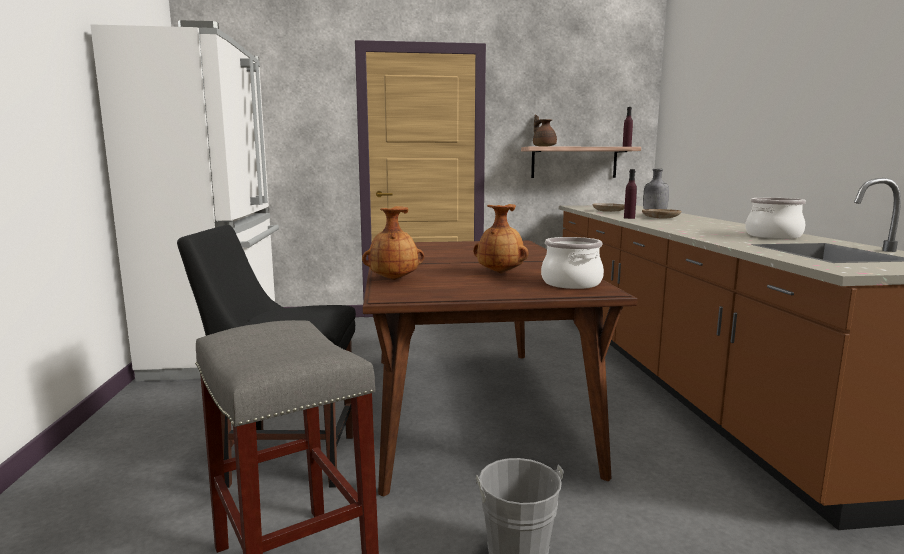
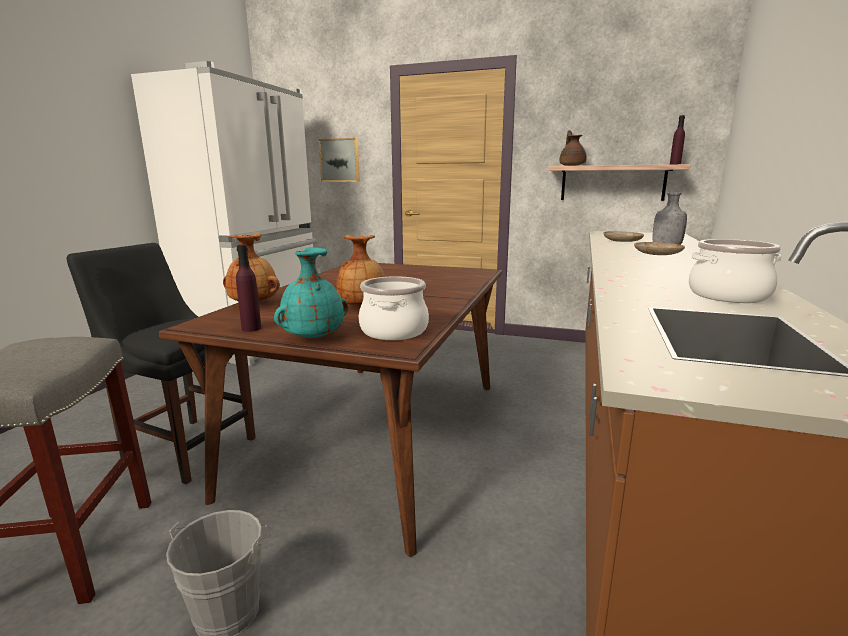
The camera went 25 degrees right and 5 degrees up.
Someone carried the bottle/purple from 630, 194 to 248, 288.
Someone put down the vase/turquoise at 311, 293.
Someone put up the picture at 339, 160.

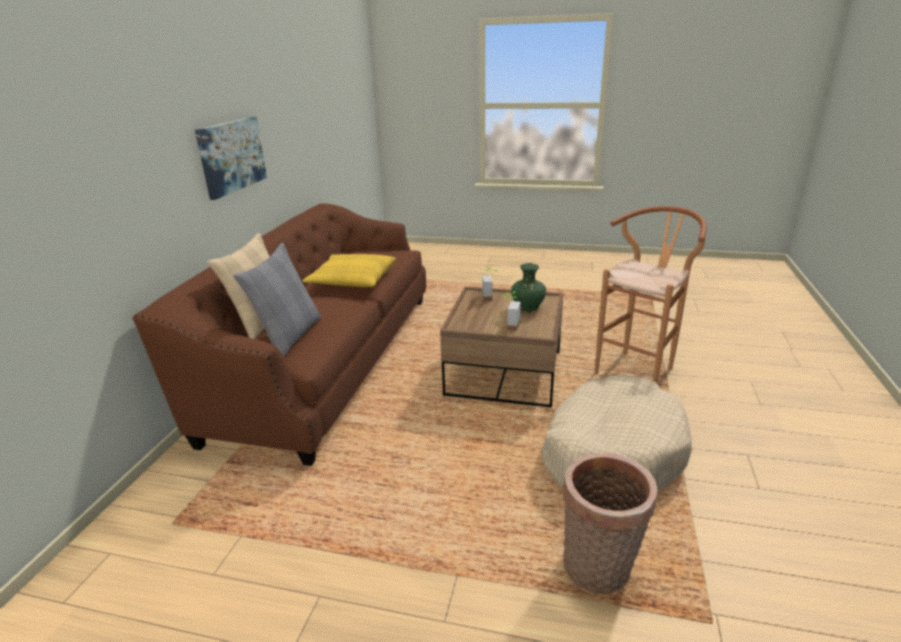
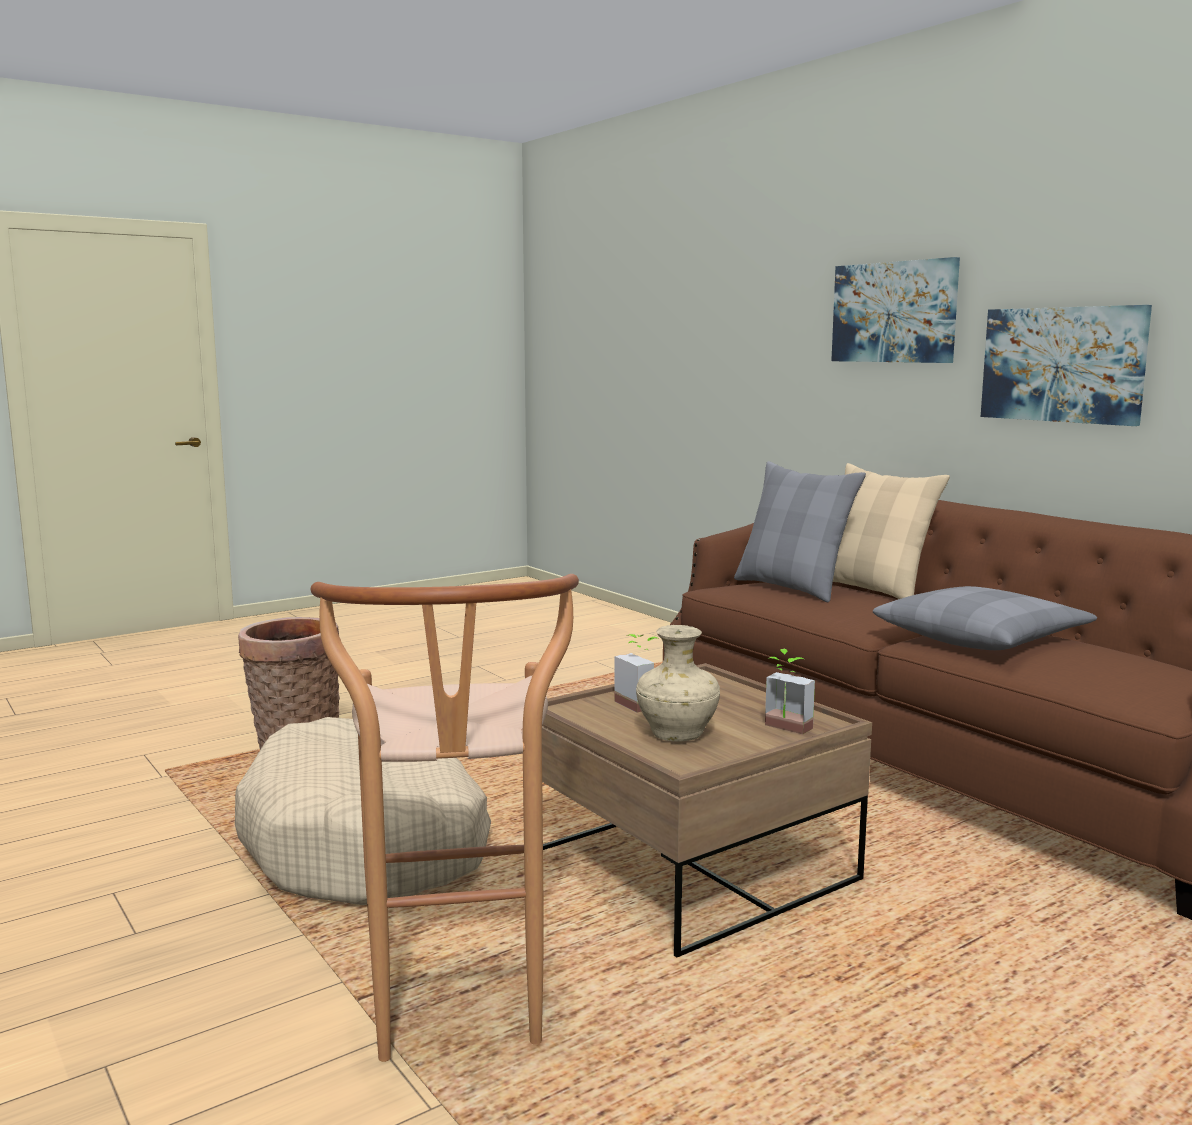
The camera went 130 degrees right and 15 degrees down.
Someone repainted the vase/green at 528, 287, which became the vase/beige at 678, 683.
Someone put up the picture at 895, 310.
Someone repainted the pillow/yellow at 349, 270, which became the pillow/grey at 985, 618.

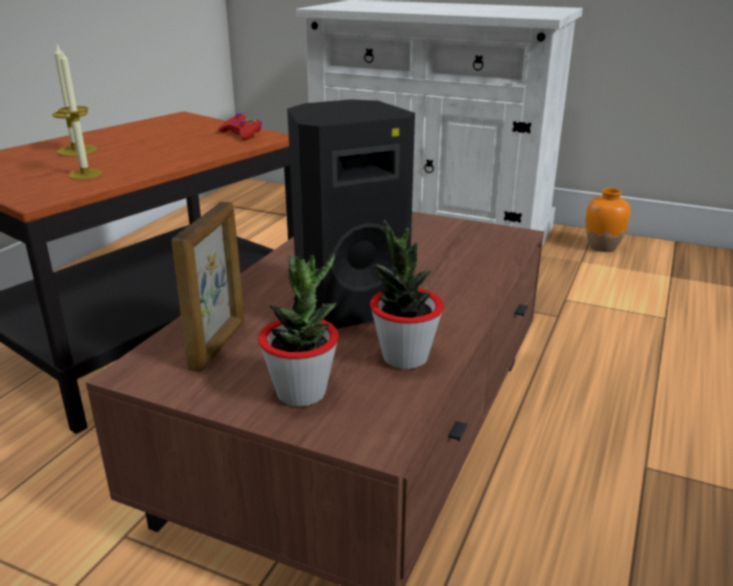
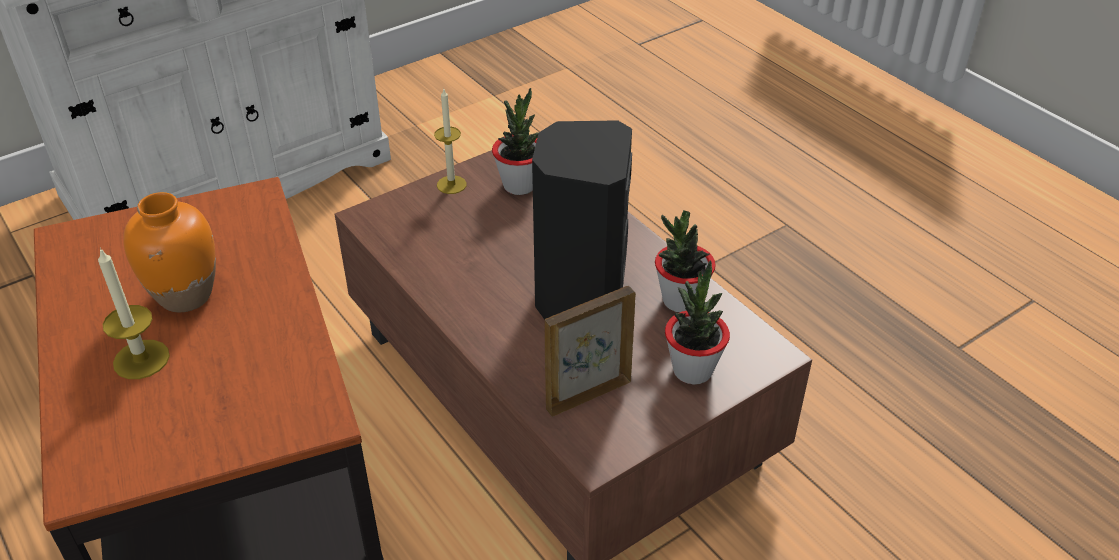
The camera went 60 degrees left and 15 degrees up.
Someone carried the vase/orange from 608, 220 to 169, 252.
Someone carried the candle from 80, 115 to 450, 141.
Someone put down the potted plant at 515, 141.
Someone rotated the picture frame at 207, 287 by 75 degrees counterclockwise.
Someone took away the game controller/red at 240, 126.

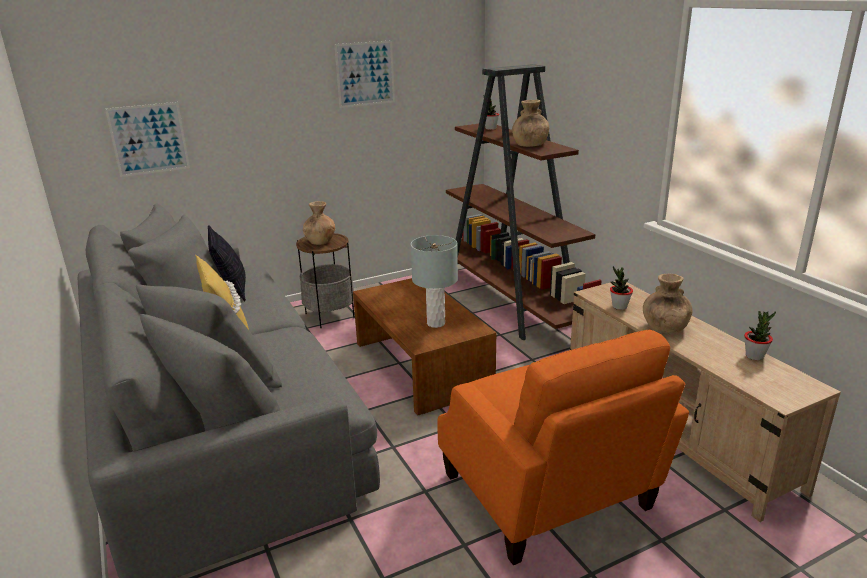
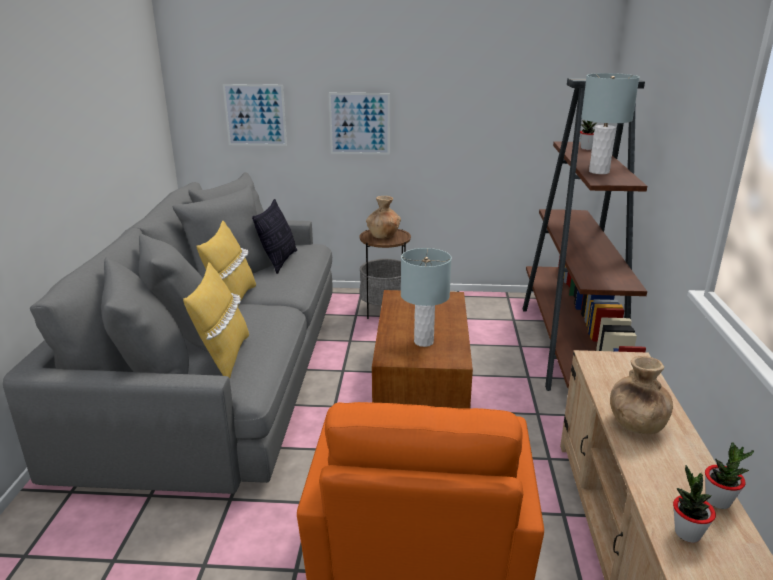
The camera went 30 degrees right and 0 degrees up.
Someone put down the pillow/yellow at 216, 320.
Someone carried the picture from 364, 74 to 359, 124.
Someone swapped the vase/brown at 530, 123 for the table lamp/grey at 610, 123.
Someone carried the potted plant from 621, 288 to 694, 504.

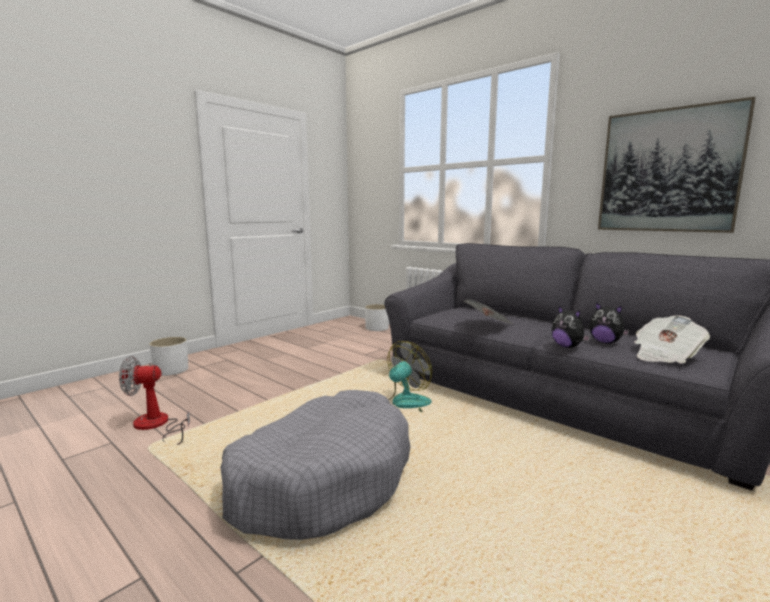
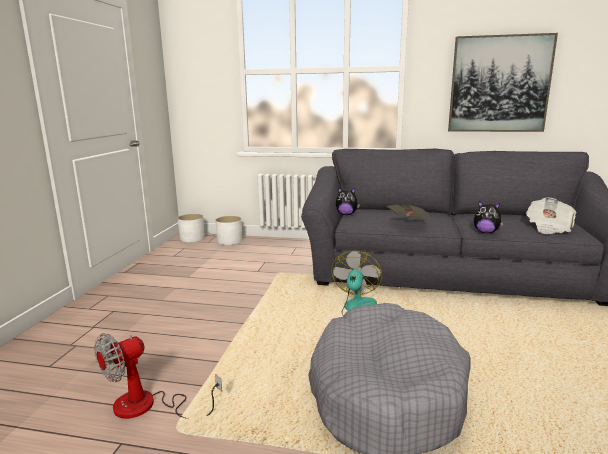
The camera went 30 degrees left and 5 degrees up.
Someone carried the planter/white from 168, 356 to 191, 228.
Someone carried the plush toy from 609, 322 to 348, 201.

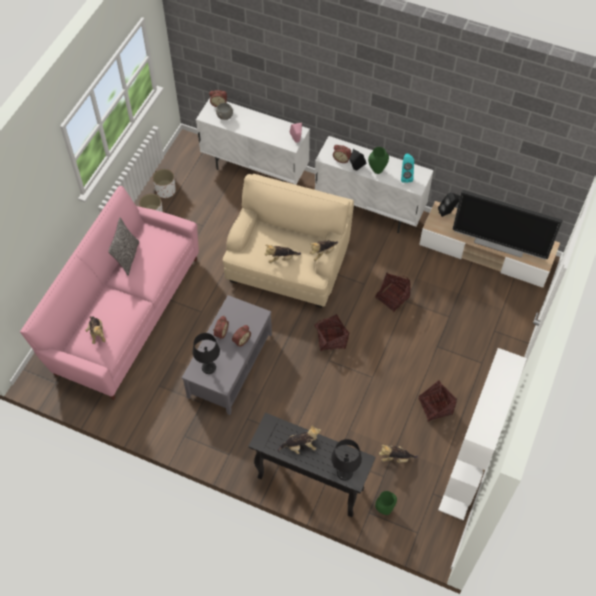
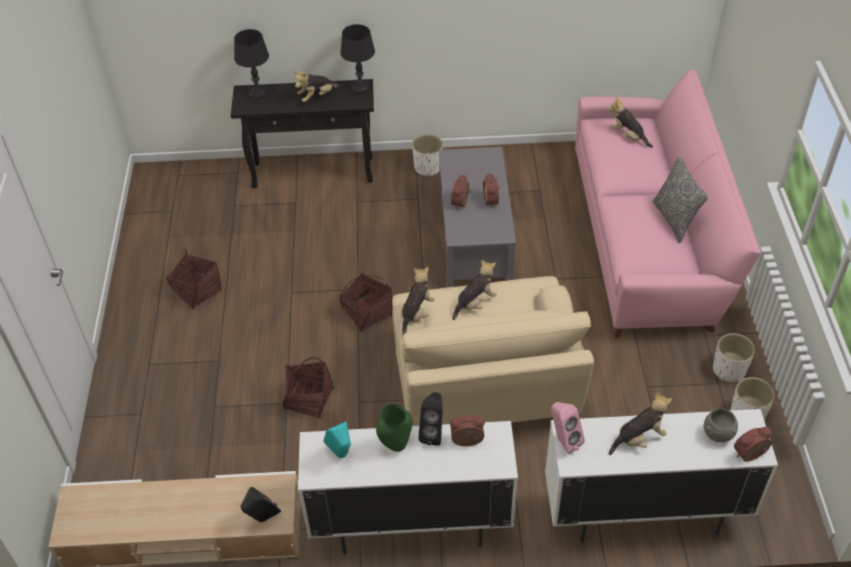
The camera went 155 degrees right and 10 degrees down.
Someone carried the table lamp/black from 206, 353 to 357, 58.
Someone put down the planter/white at 427, 155.
Someone carried the plush toy from 398, 454 to 640, 423.
Someone took away the vase/green at 386, 503.
Someone took away the bookcase/white at 482, 434.
Someone took away the television at 508, 224.

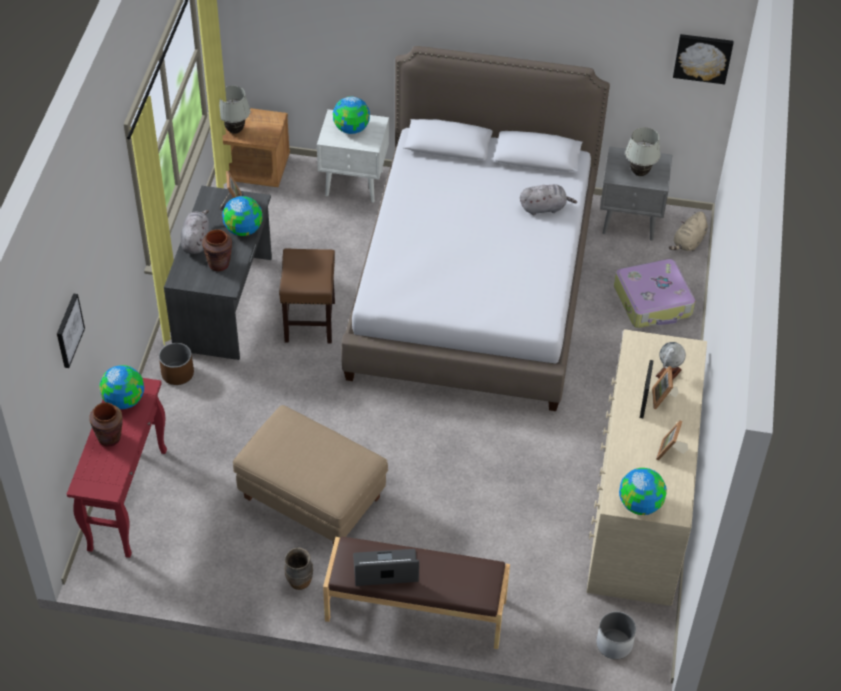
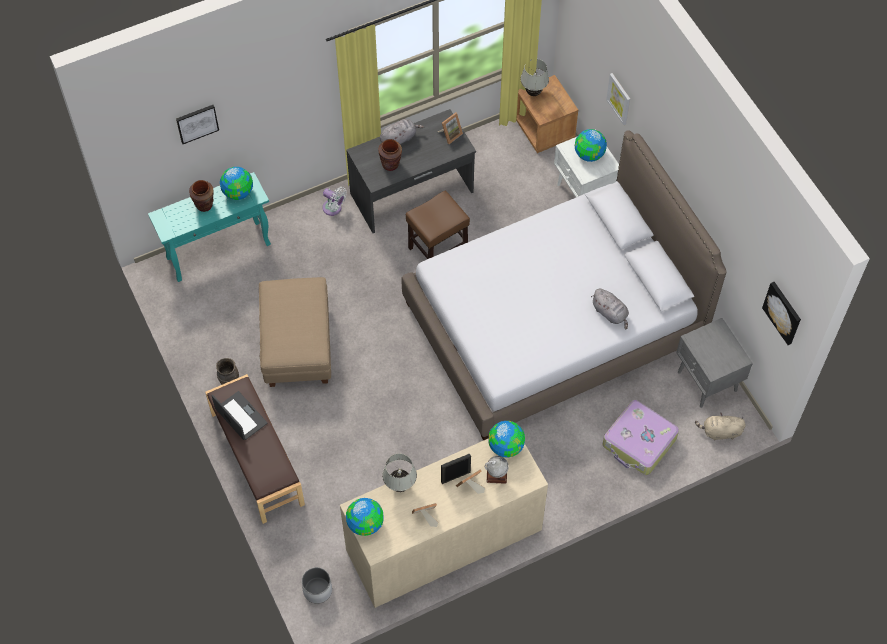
The camera went 55 degrees right and 10 degrees up.
Someone repainted the console table/red at 117, 468, which became the console table/turquoise at 209, 227.
Someone swapped the planter/brown at 176, 364 for the fan/white at 334, 201.
Someone carried the table lamp/white from 642, 151 to 399, 473.
Someone carried the globe from 242, 216 to 506, 439.
Someone put up the picture at 618, 99.

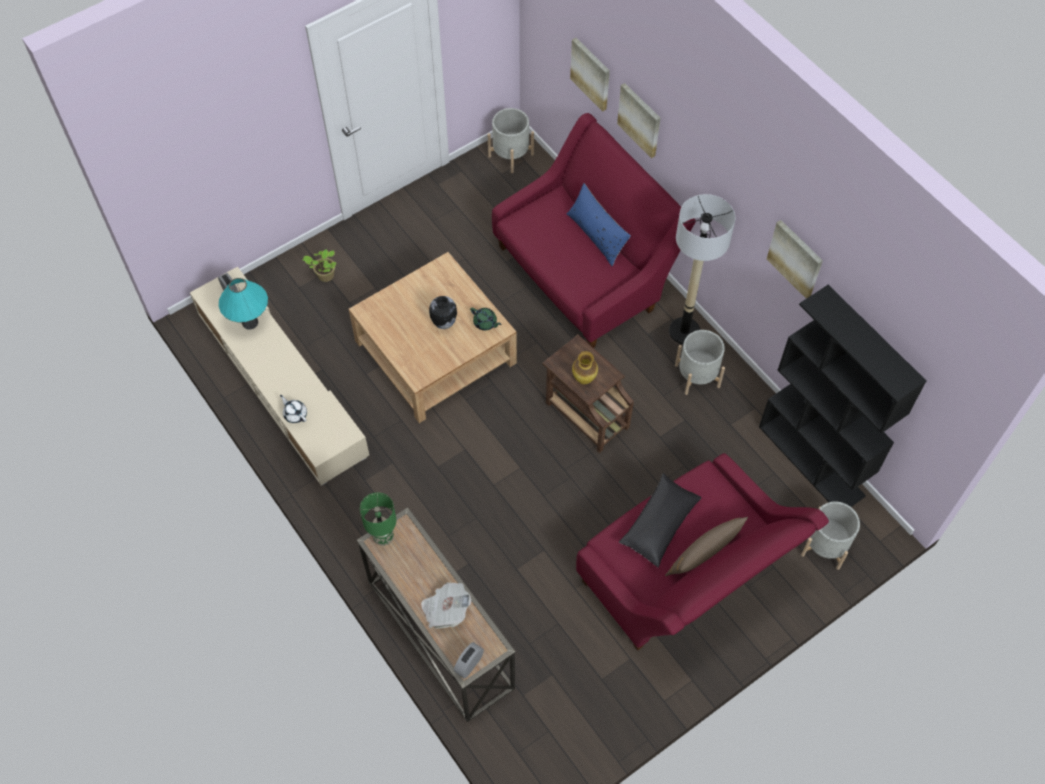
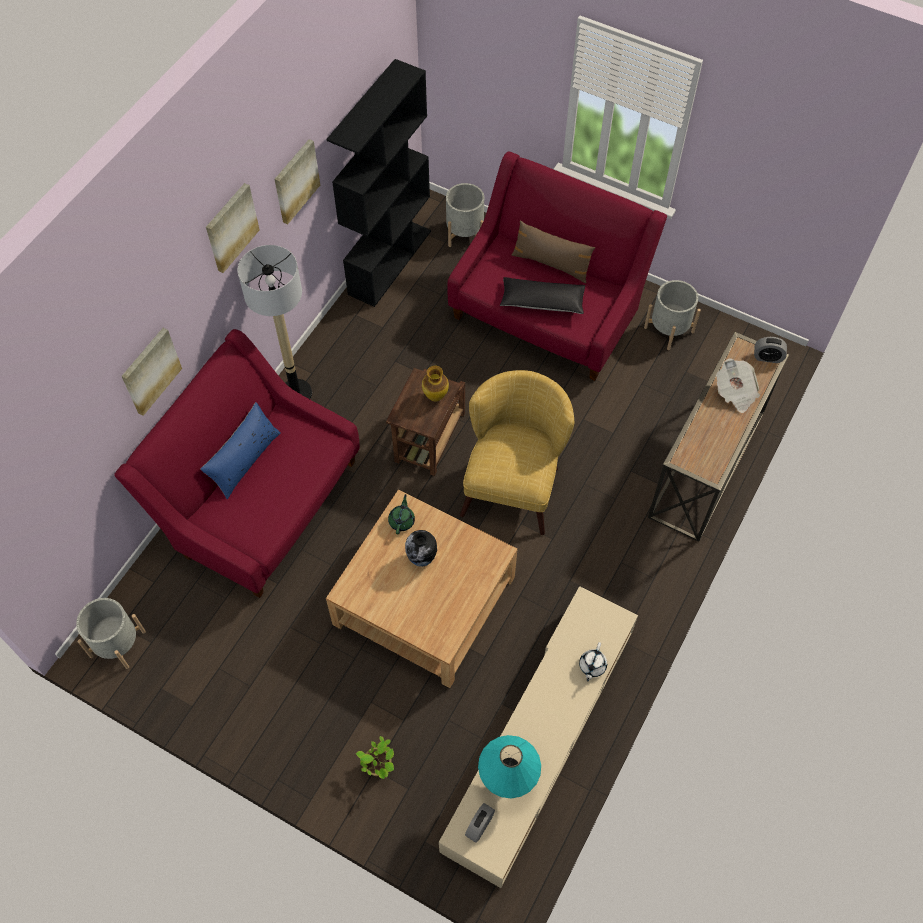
The camera went 115 degrees left and 0 degrees up.
Someone carried the picture from 590, 74 to 233, 228.
Someone put down the armchair/yellow at 517, 452.
Someone carried the planter/grey from 700, 362 to 672, 315.
Someone took away the table lamp/green at 378, 519.

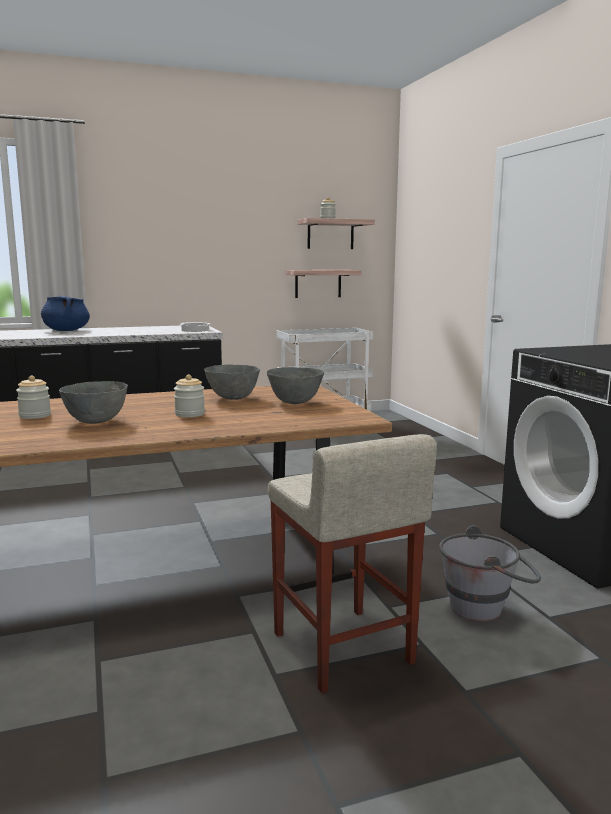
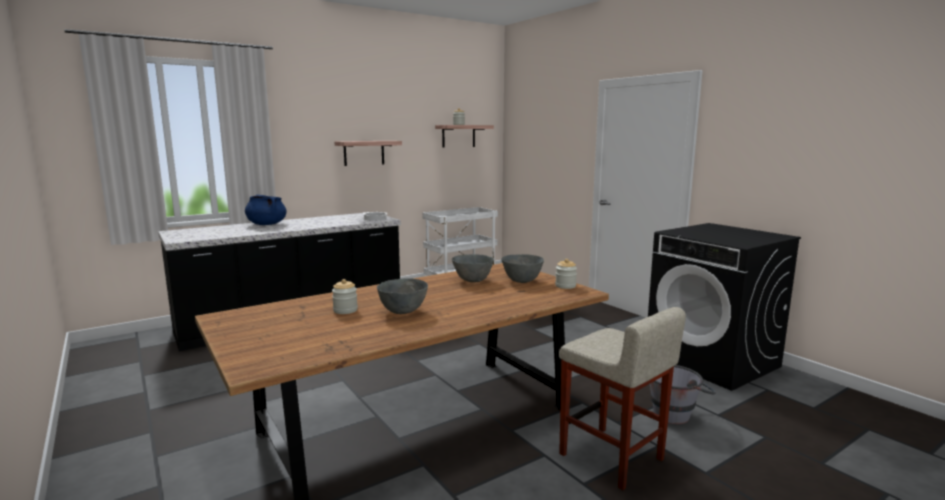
The camera went 15 degrees left and 0 degrees up.
Someone carried the shelf from 323, 284 to 368, 153.
Someone carried the jar from 189, 396 to 566, 274.

